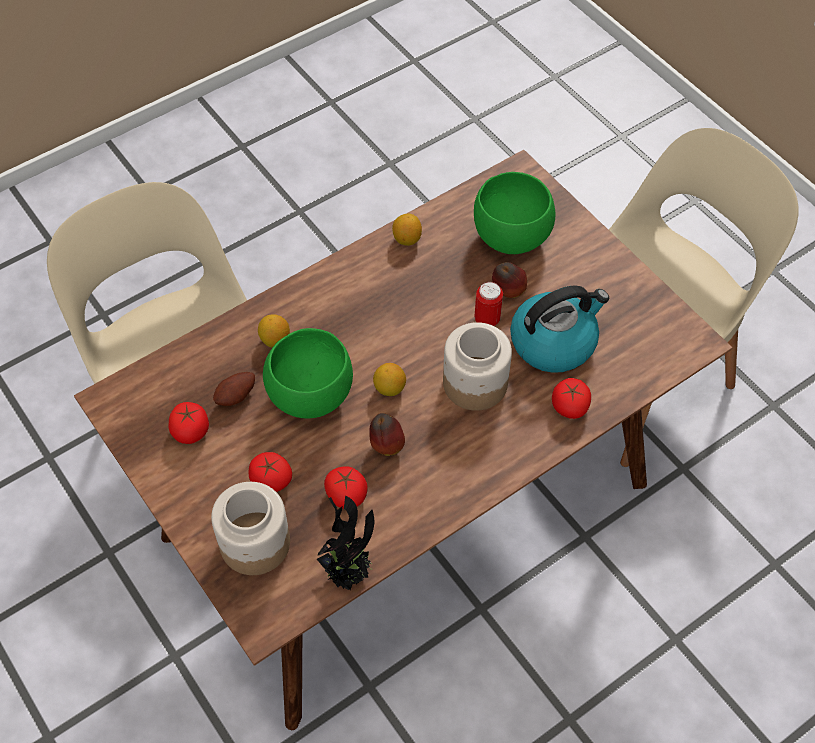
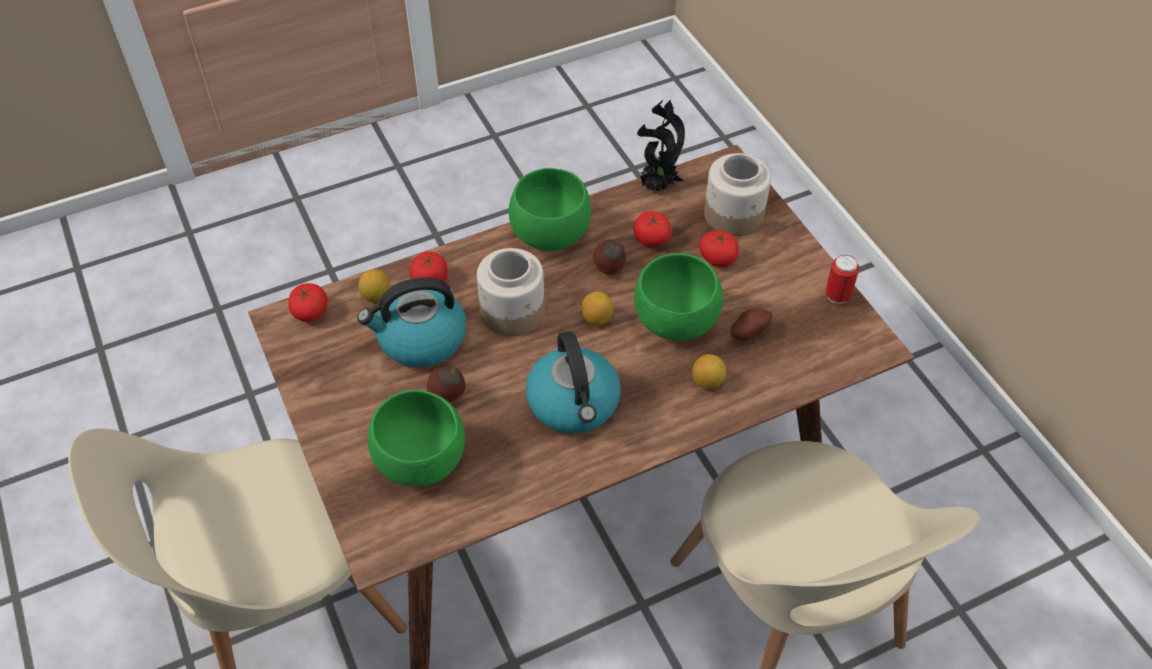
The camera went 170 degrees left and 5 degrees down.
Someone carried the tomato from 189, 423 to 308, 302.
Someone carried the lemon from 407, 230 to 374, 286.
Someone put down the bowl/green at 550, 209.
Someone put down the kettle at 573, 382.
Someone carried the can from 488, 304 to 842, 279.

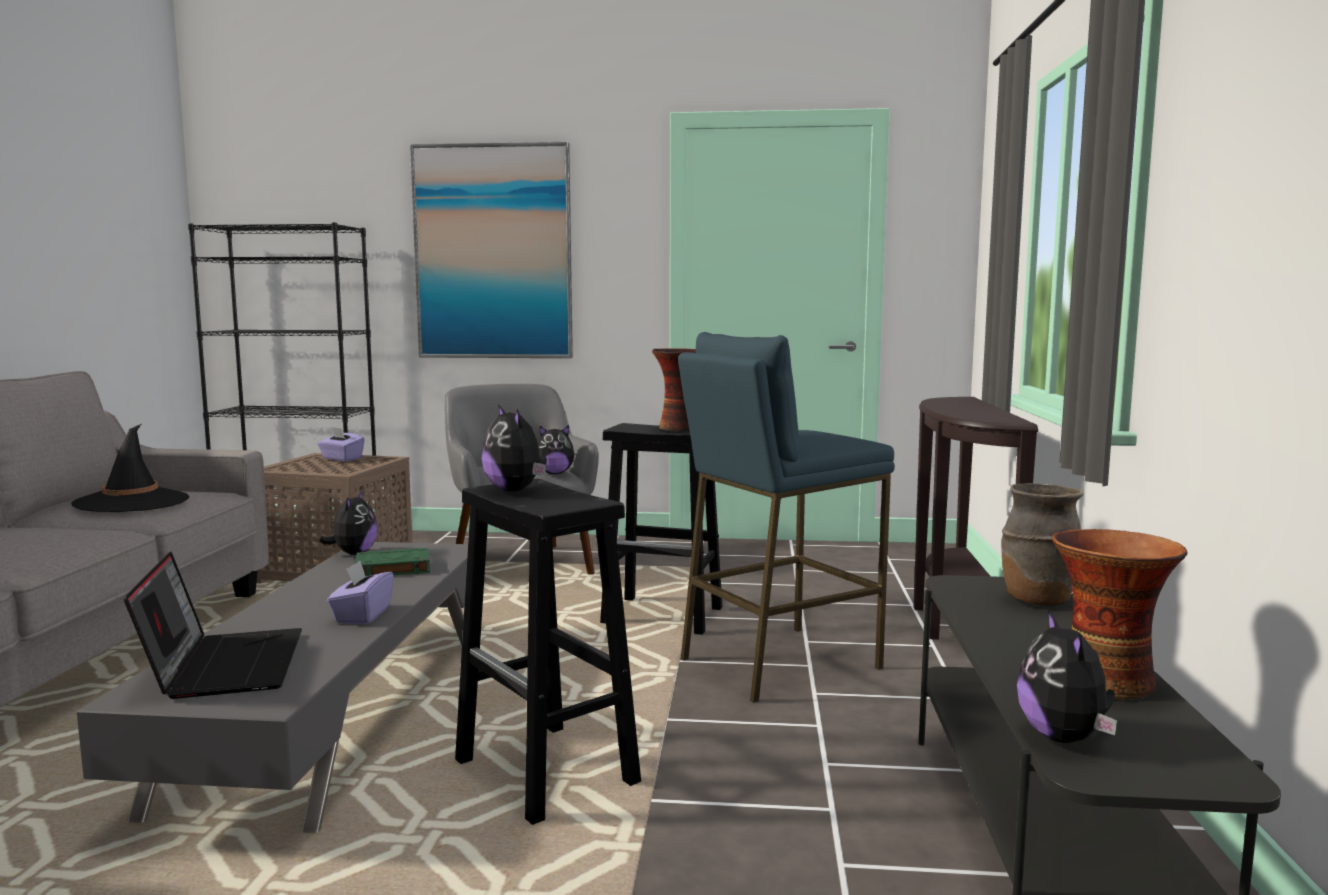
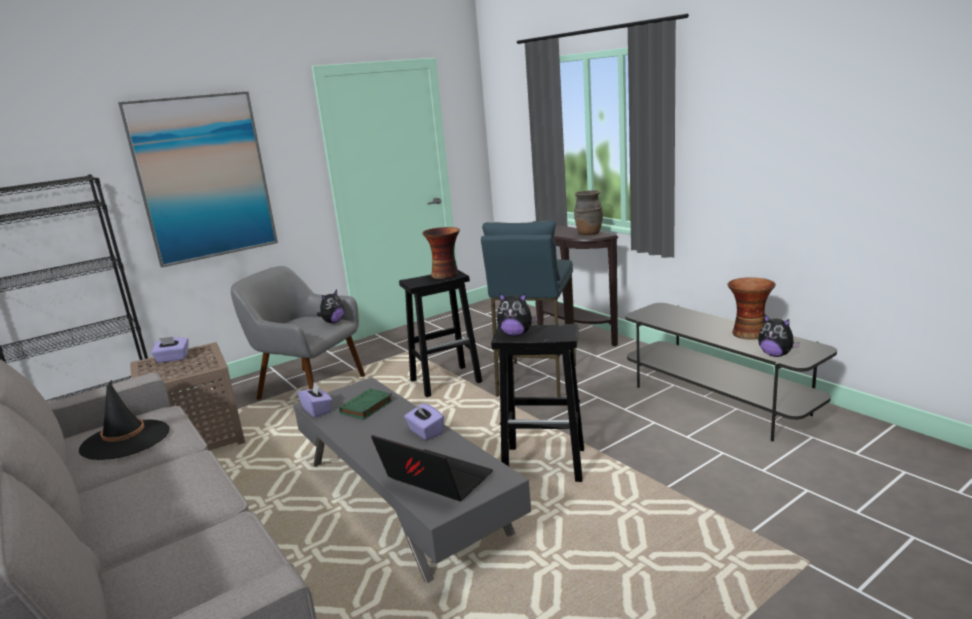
The camera went 40 degrees left and 10 degrees up.
Someone swapped the plush toy at 348, 522 for the tissue box/purple at 315, 400.
Someone carried the vase/brown from 1042, 544 to 588, 212.

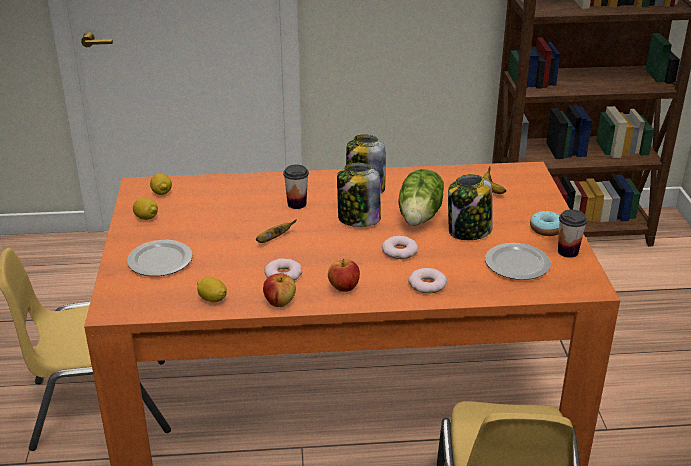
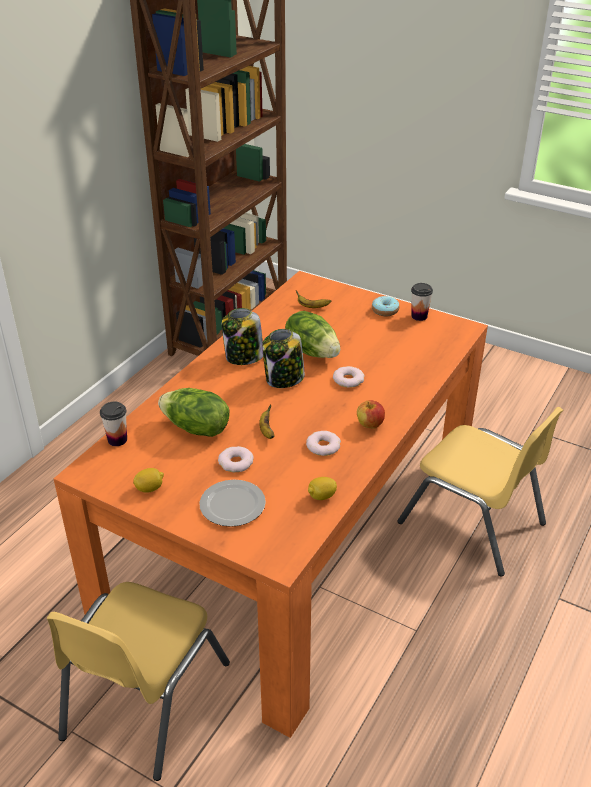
The camera went 55 degrees left and 5 degrees up.
Someone carried the cup from 296, 186 to 113, 424.
Someone put down the lettuce at 194, 412.
Someone carried the donut from 427, 280 to 236, 459.
Someone took away the lemon at 161, 184.
Someone took away the apple at 279, 290.
Someone took away the jar at 470, 207.
Someone took away the plate at 518, 261.

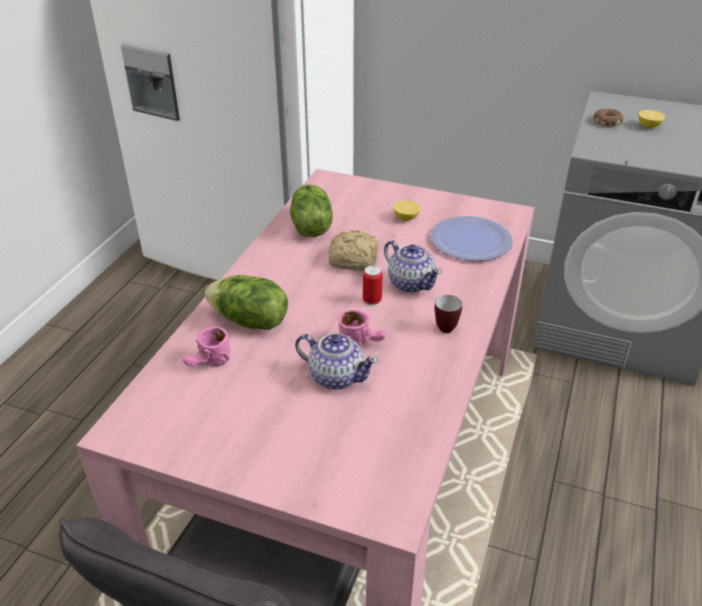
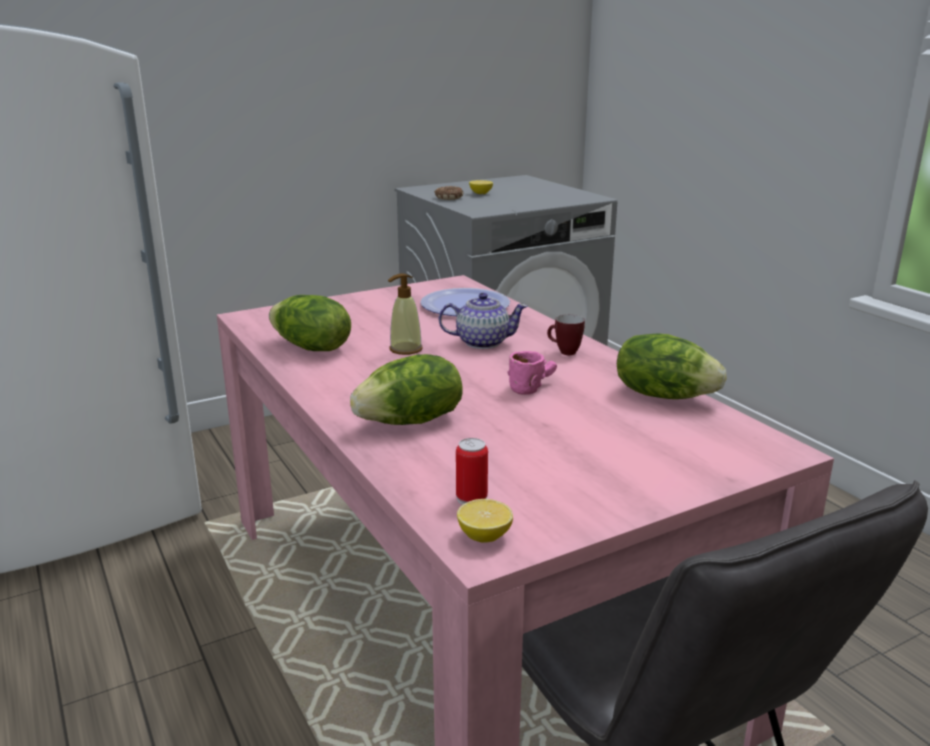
The camera went 50 degrees left and 15 degrees down.
Someone swapped the bread at 353, 250 for the soap dispenser at 405, 314.
Someone carried the can from 373, 285 to 472, 471.
Someone carried the lemon from 407, 210 to 485, 521.
Someone put down the lettuce at 671, 366.
Someone took away the mug/pink at 206, 347.
Someone took away the teapot at 337, 361.

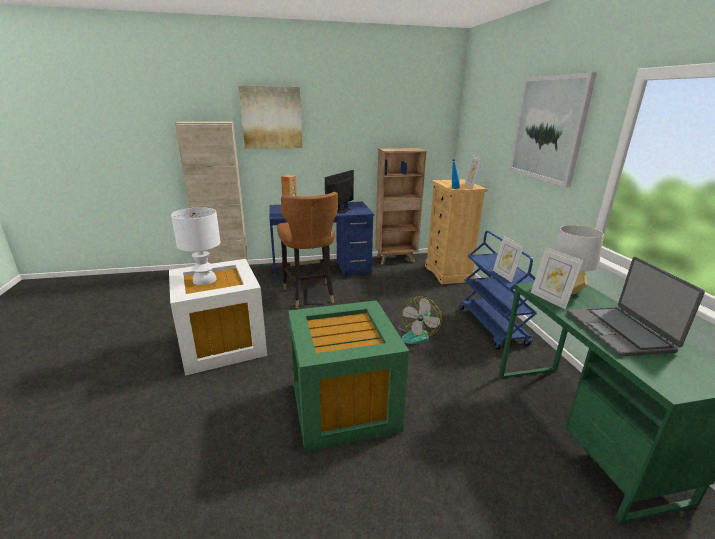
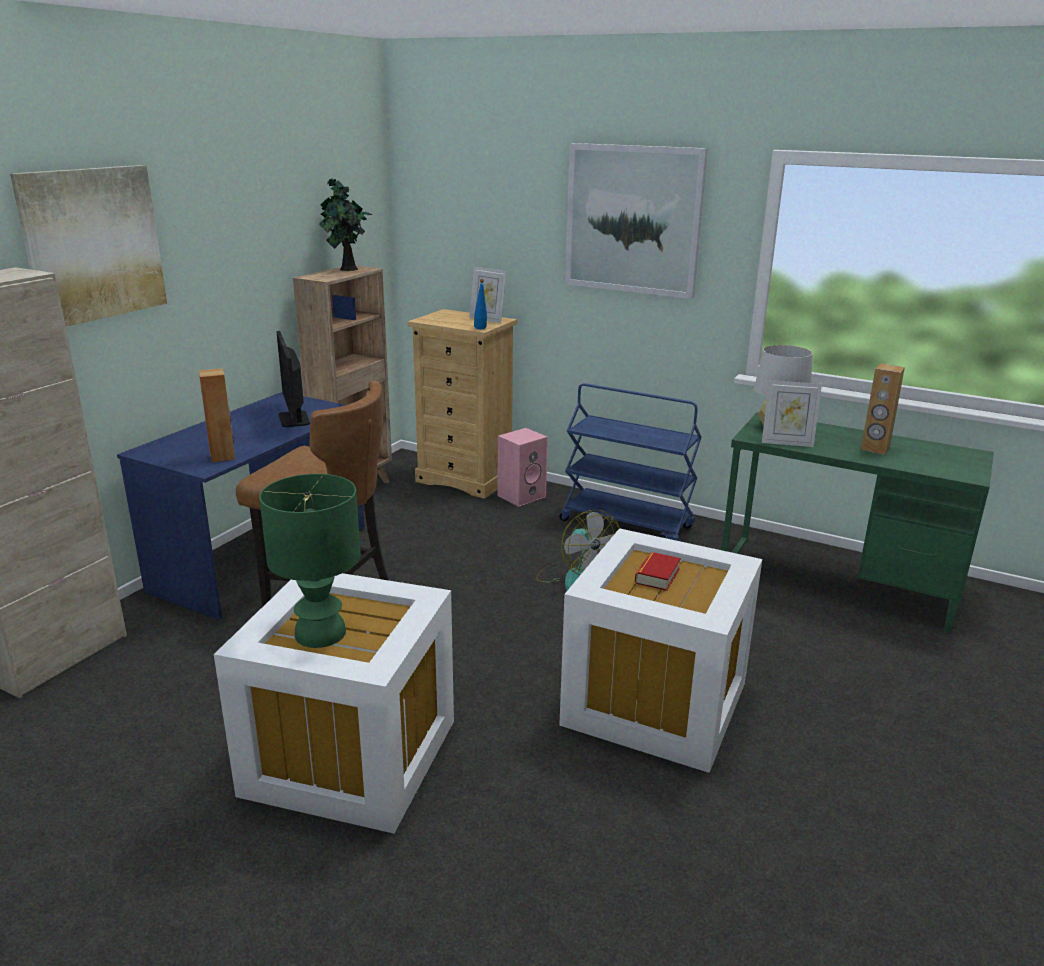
The camera went 50 degrees left and 0 degrees up.
Someone repainted the table lamp/white at 196, 246, which became the table lamp/green at 310, 561.
Someone put down the potted plant at 345, 225.
Someone put down the speaker/pink at 523, 467.
Someone repainted the storage box/green at 349, 376, which became the storage box/white at 660, 650.
Someone put down the book at 658, 571.
Someone swapped the laptop at 636, 306 for the speaker/brown at 883, 409.
Someone took away the picture frame at 508, 259.

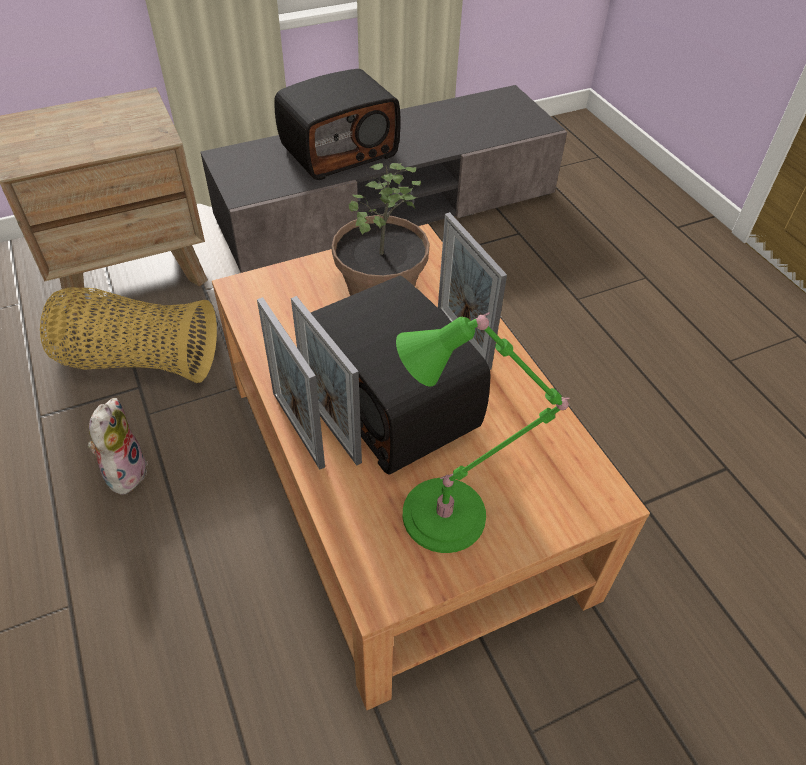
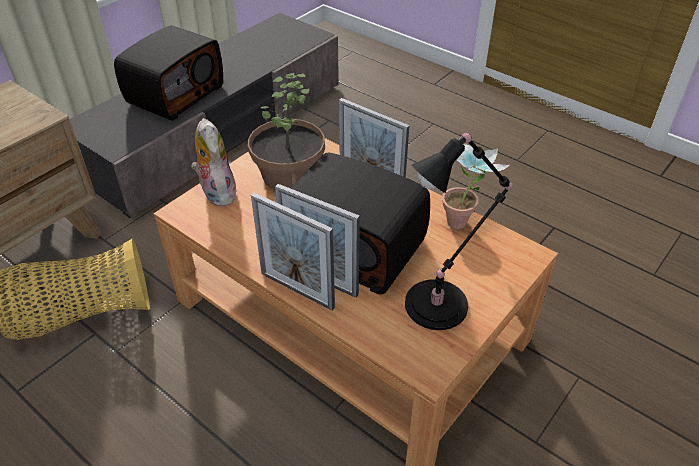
The camera went 25 degrees left and 5 degrees down.
Someone carried the plush toy from 118, 447 to 215, 162.
Someone repainted the table lamp/green at 482, 432, which became the table lamp/black at 459, 230.
Someone put down the potted plant at 475, 186.

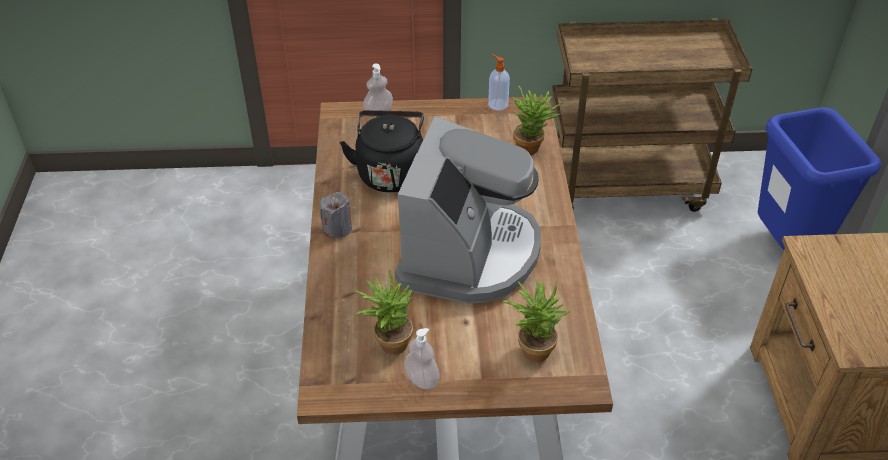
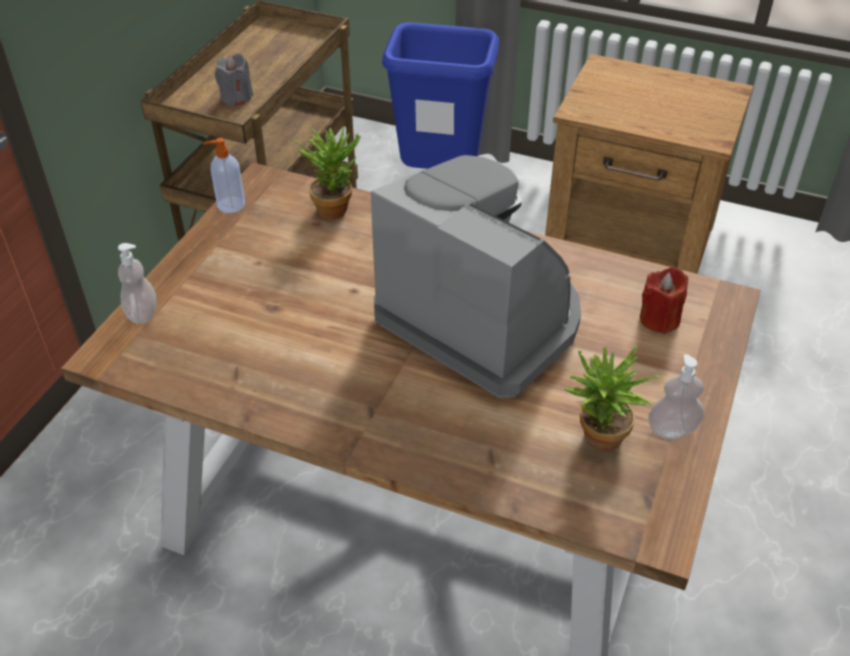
The camera went 65 degrees left and 0 degrees up.
Someone carried the candle/grey from 336, 215 to 234, 80.
Someone swapped the potted plant at 535, 321 for the candle/red at 664, 300.
Someone took away the kettle/black at 382, 151.

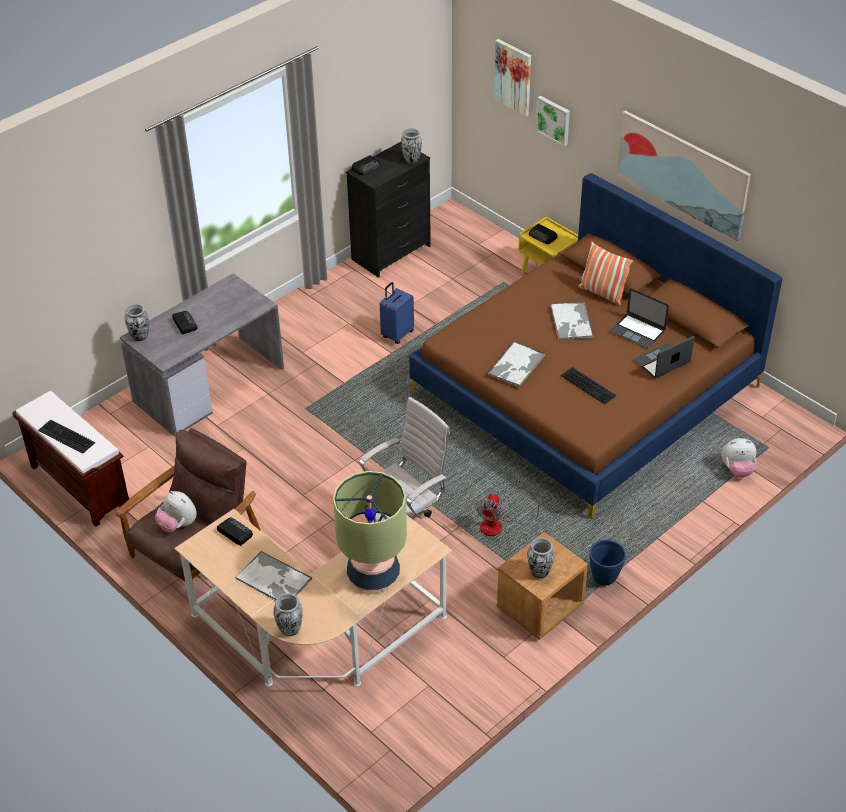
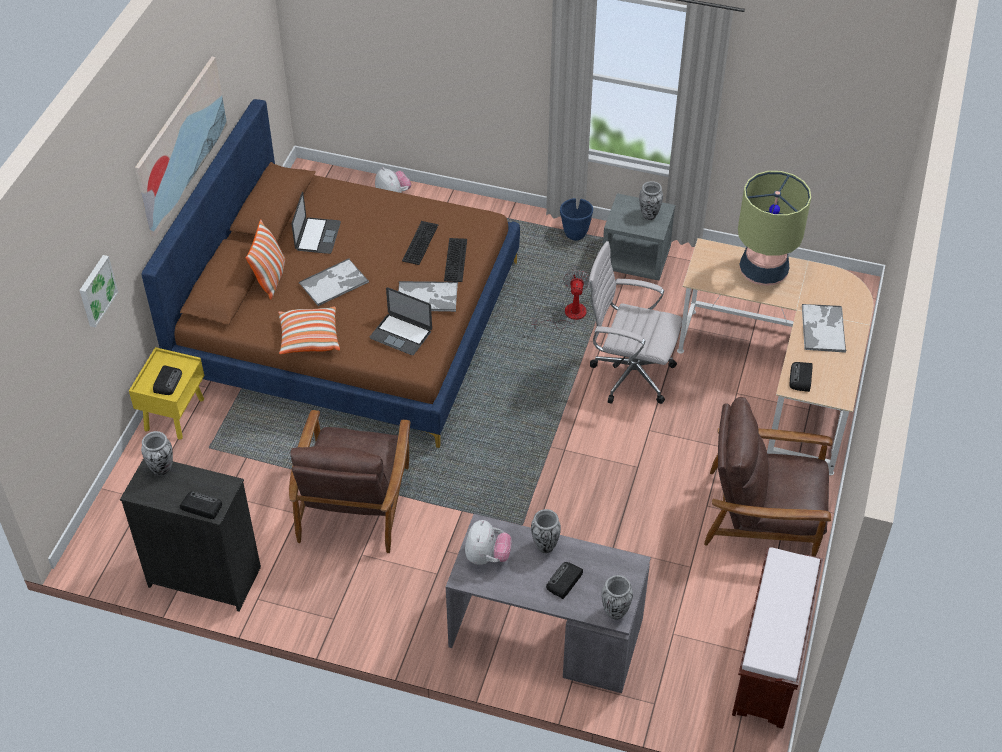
The camera went 120 degrees left and 5 degrees up.
Someone put down the pillow at 309, 330.
Someone swapped the suitcase/blue at 397, 313 for the armchair/brown at 349, 481.
Someone carried the laptop from 663, 357 to 401, 321.
Someone carried the keyboard from 66, 437 to 455, 260.
Someone carried the plush toy from 176, 512 to 488, 542.
Someone carried the vase from 288, 614 to 546, 531.
Someone rotated the fan at 509, 515 by 75 degrees counterclockwise.
Someone repainted the nightstand/brown at 542, 586, which became the nightstand/grey at 639, 236.
Someone took away the picture at 512, 77.

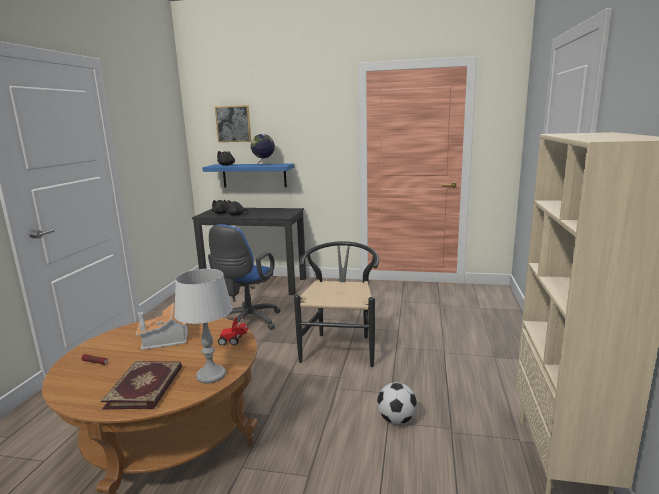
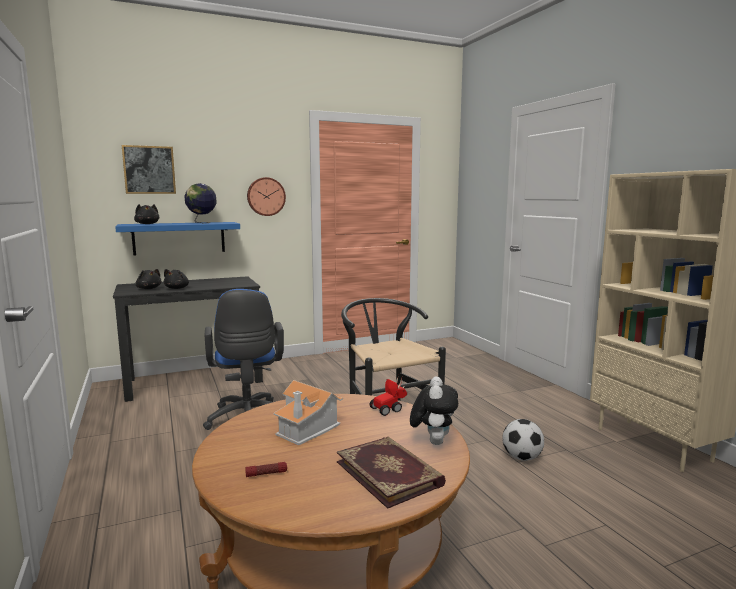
The camera went 35 degrees left and 5 degrees down.
Someone put up the wall clock at 266, 196.
Someone swapped the table lamp/grey at 203, 326 for the plush toy at 434, 410.

